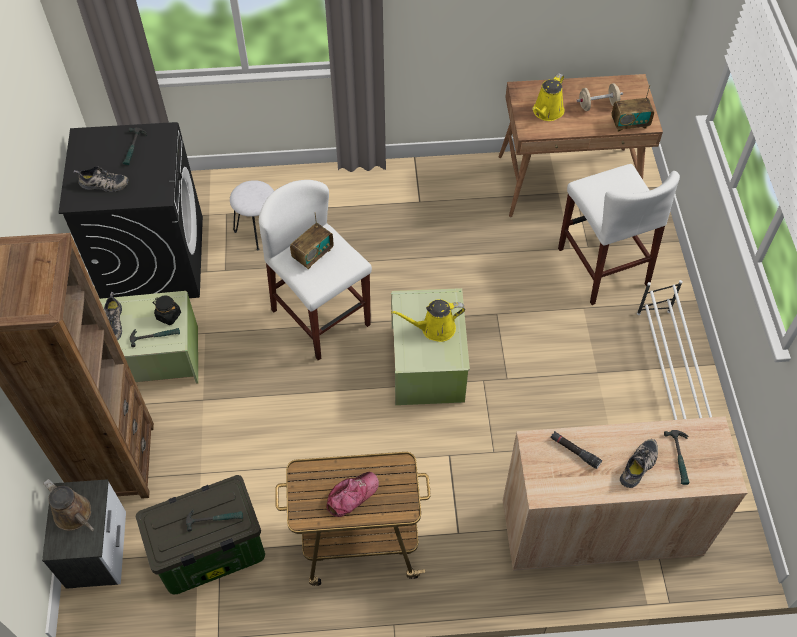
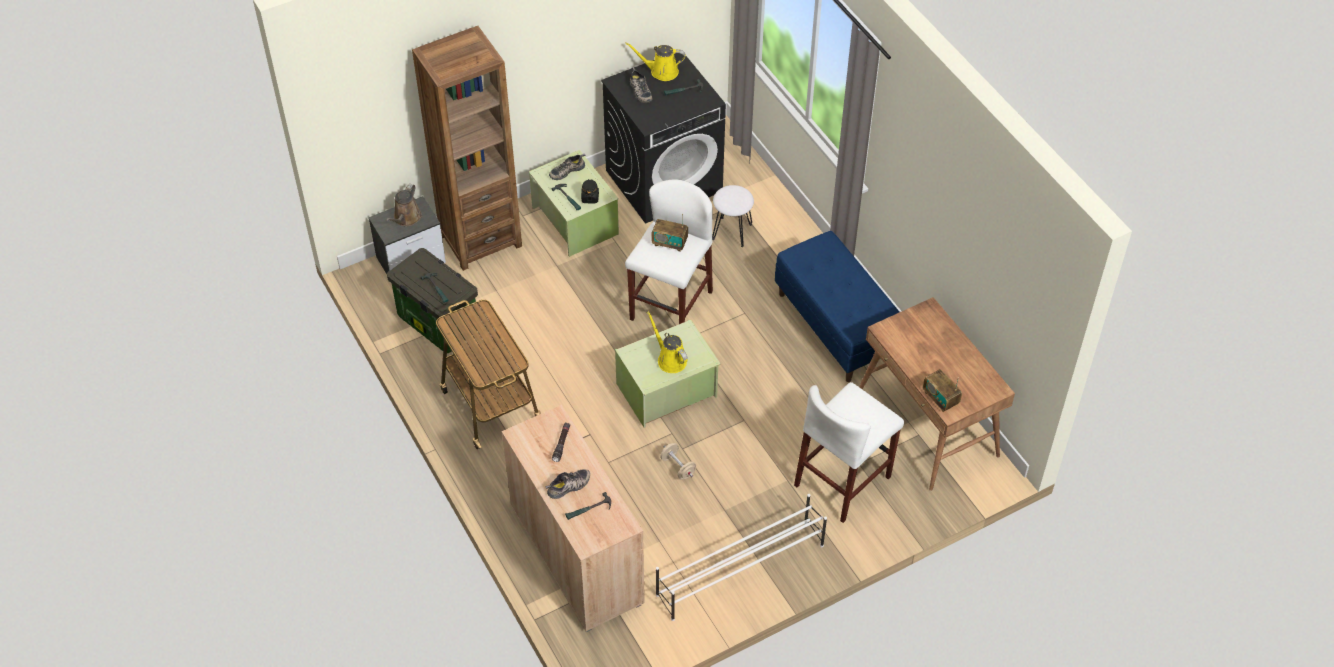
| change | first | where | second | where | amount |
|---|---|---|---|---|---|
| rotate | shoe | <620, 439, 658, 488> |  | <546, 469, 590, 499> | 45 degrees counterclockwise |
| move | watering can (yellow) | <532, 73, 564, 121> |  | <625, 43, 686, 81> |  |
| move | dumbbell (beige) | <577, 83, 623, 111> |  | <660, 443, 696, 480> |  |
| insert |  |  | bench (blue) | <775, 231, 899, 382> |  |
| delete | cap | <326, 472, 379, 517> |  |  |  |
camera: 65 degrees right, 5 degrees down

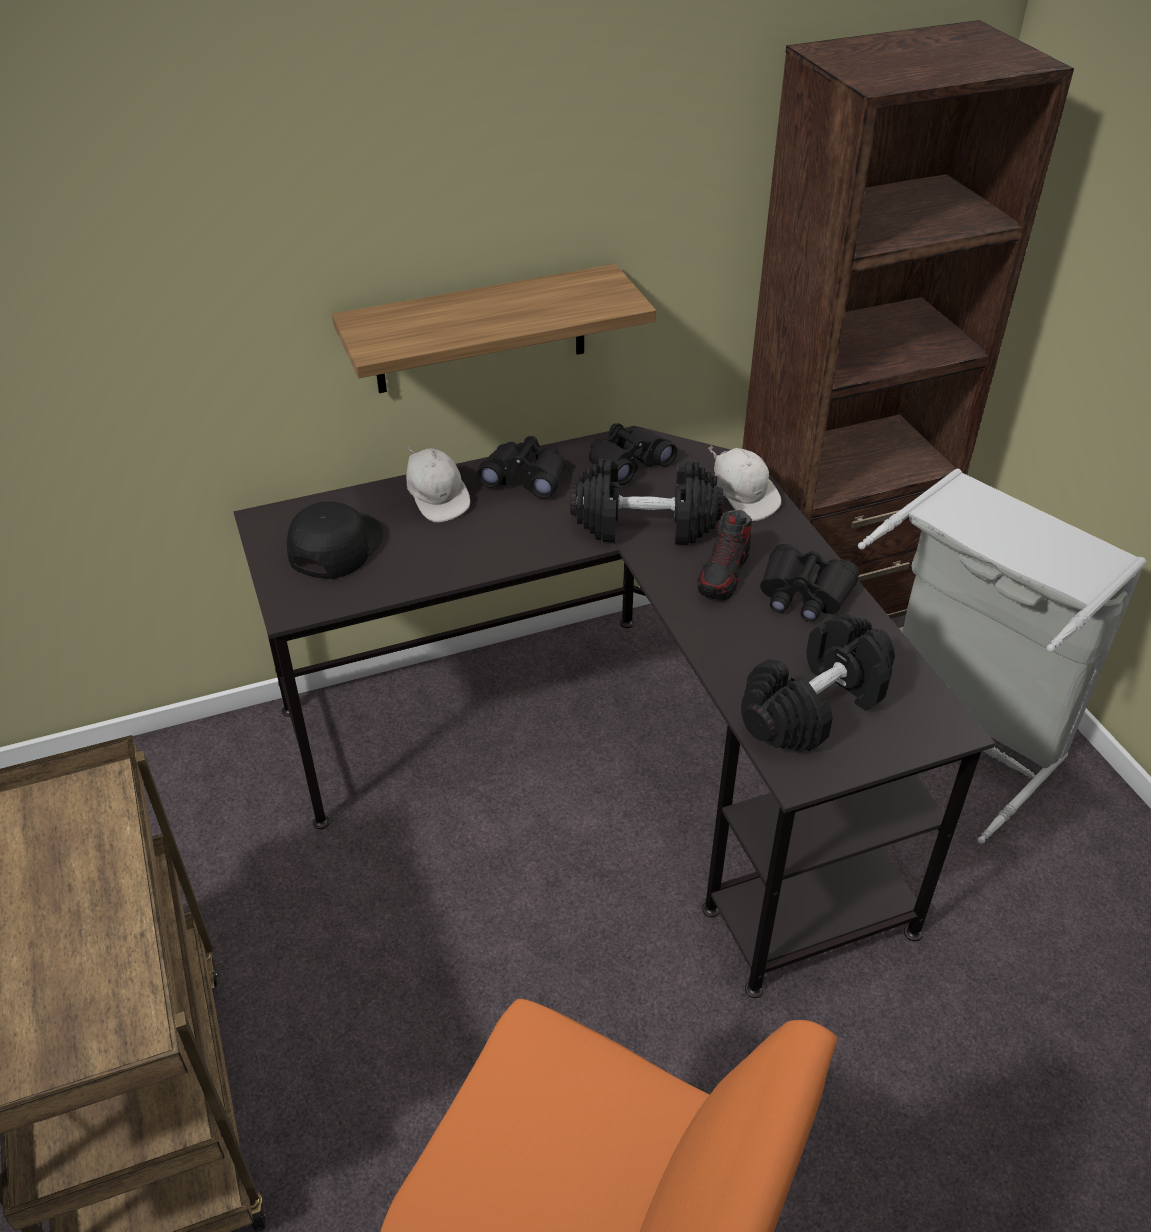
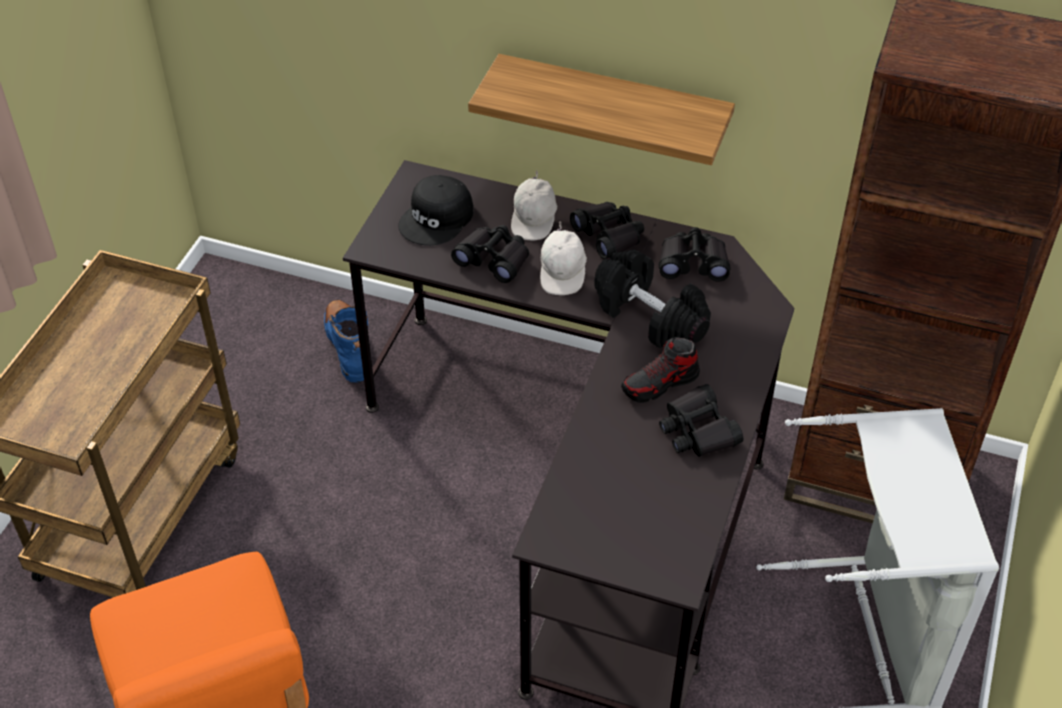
| change | first | where | second | where | amount |
|---|---|---|---|---|---|
| insert |  |  | boot (blue) | <324, 300, 368, 382> |  |
| rotate | cap (black) | <287, 501, 383, 579> |  | <398, 175, 473, 246> | 150 degrees clockwise |
| insert |  |  | binoculars (black) | <451, 225, 529, 283> |  |
| move | cap (white) | <708, 446, 781, 521> |  | <540, 221, 587, 295> |  |
| delete | dumbbell (black) | <741, 615, 895, 753> |  |  |  |
camera: 40 degrees right, 5 degrees up

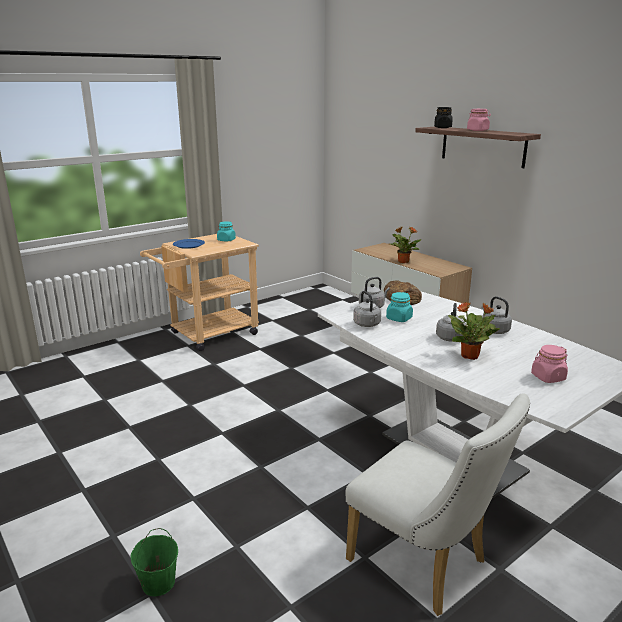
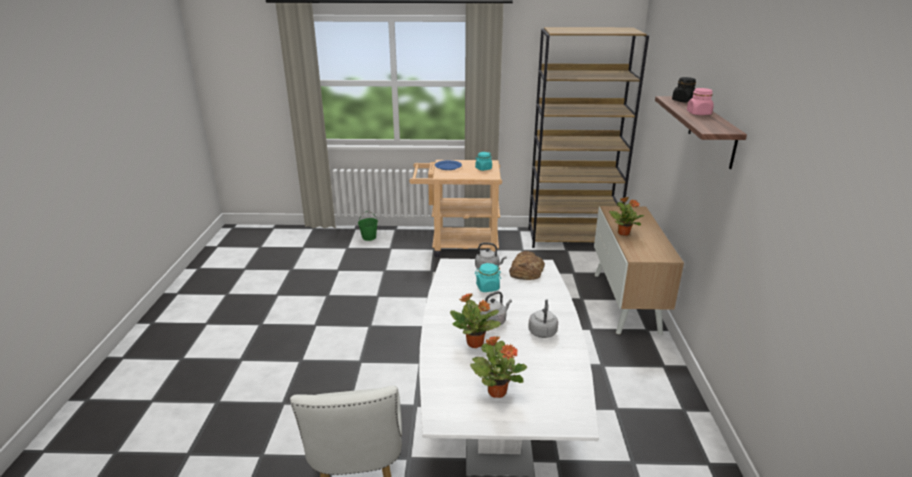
| change | first | where | second | where | amount |
|---|---|---|---|---|---|
| move | bucket (green) | <131, 528, 178, 596> |  | <358, 211, 378, 241> |  |
| replace | jar (pink) | <531, 345, 568, 383> | potted plant | <470, 336, 527, 398> |  |
| insert |  |  | bookcase (brown) | <528, 27, 649, 248> |  |
| delete | kettle (grey) | <353, 291, 381, 327> |  |  |  |
camera: 40 degrees right, 5 degrees up

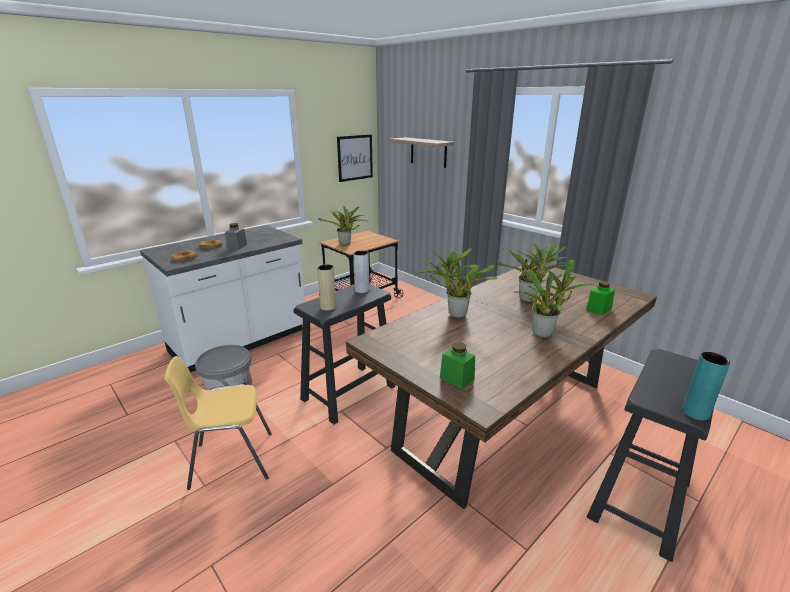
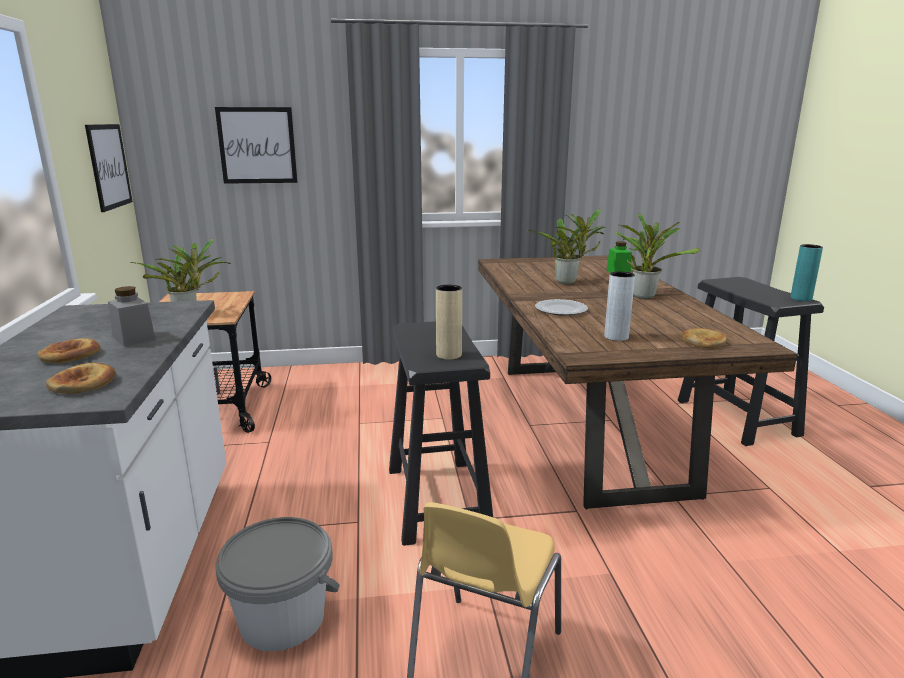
| change | first | where | second | where | amount |
|---|---|---|---|---|---|
| replace | shelf | <389, 137, 455, 168> | picture | <215, 107, 297, 184> |  |
| replace | potted plant | <415, 248, 497, 318> | plate | <535, 299, 588, 316> |  |
| move | vase (grey) | <353, 250, 370, 293> |  | <604, 271, 635, 341> |  |
| replace | jar (green) | <440, 342, 475, 389> | bread | <682, 328, 727, 349> |  |
camera: 55 degrees left, 5 degrees down

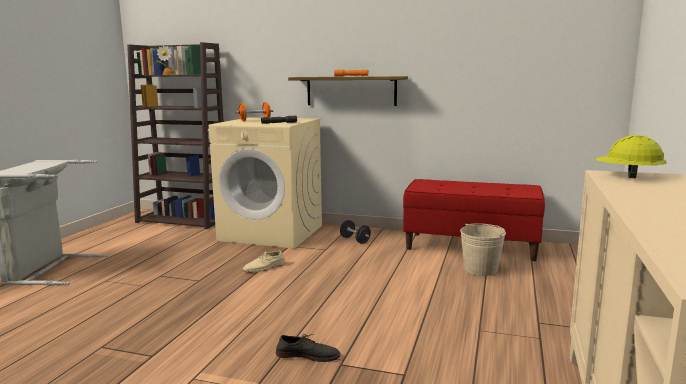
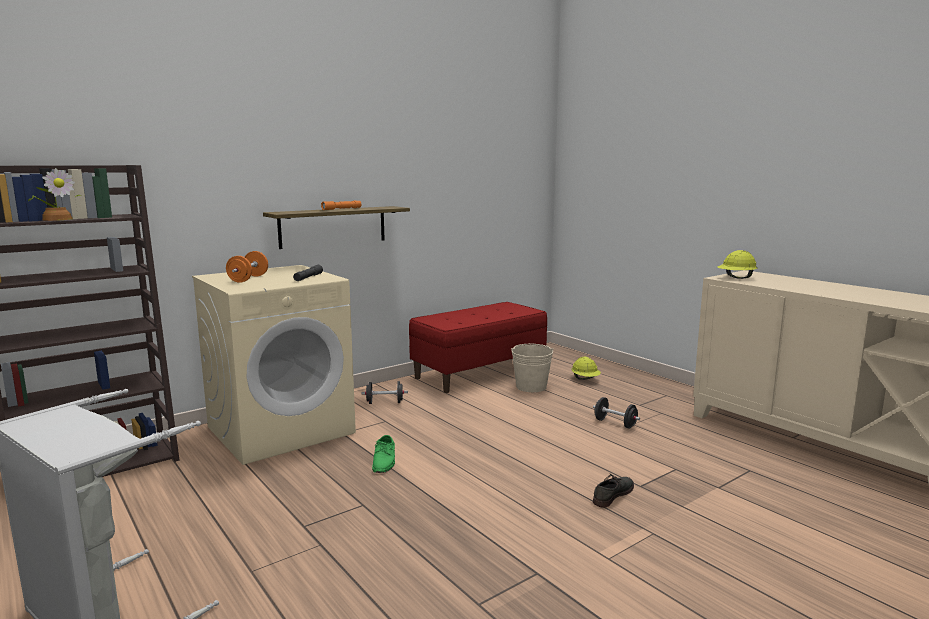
| change | first | where | second | where | amount |
|---|---|---|---|---|---|
| recolor | shoe (beige) | <243, 251, 285, 272> | shoe (green) | <372, 435, 395, 473> |  |
| insert |  |  | hard hat (yellow) | <571, 357, 601, 380> |  |
| insert |  |  | dumbbell (black) | <593, 397, 640, 429> |  |
camera: 55 degrees left, 0 degrees up

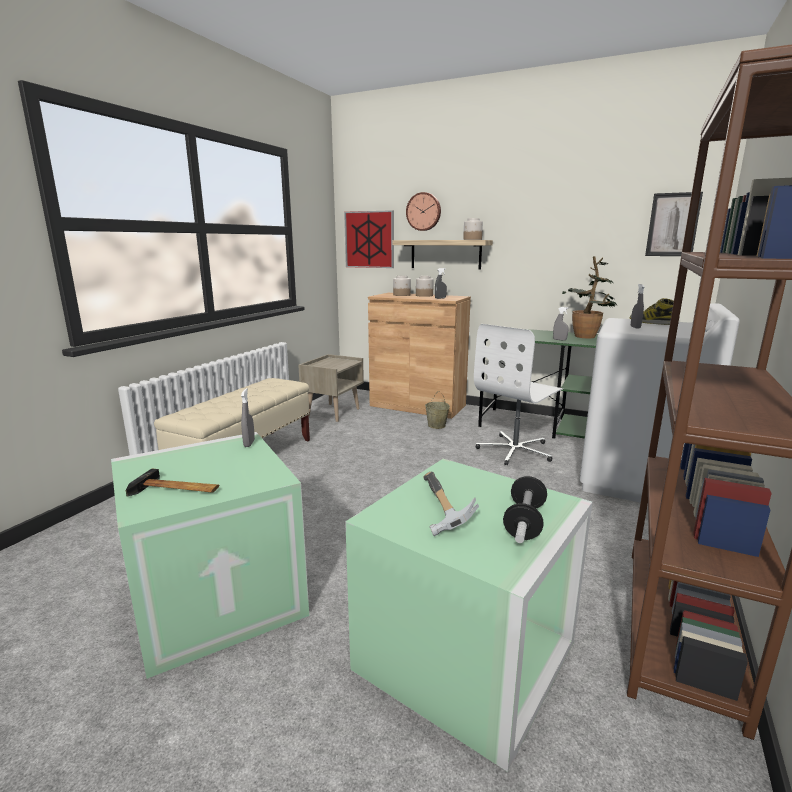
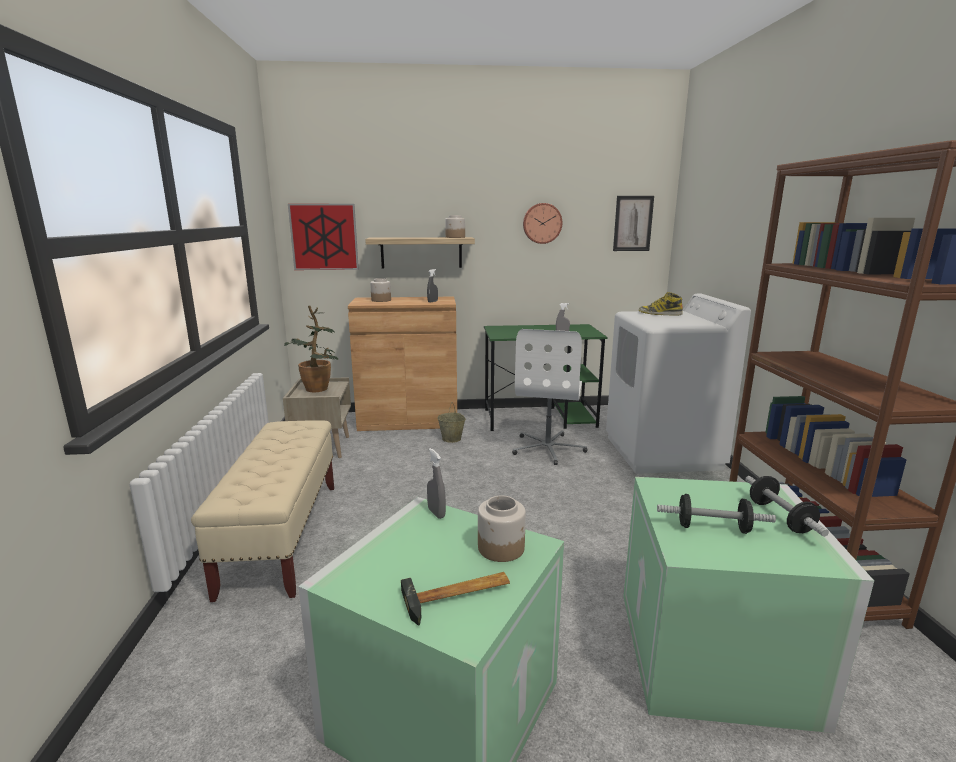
| change | first | where | second | where | amount |
|---|---|---|---|---|---|
| move | potted plant | <562, 256, 617, 338> |  | <284, 305, 339, 392> |  |
| move | jar | <416, 276, 434, 297> |  | <478, 495, 526, 562> |  |
| move | wall clock | <406, 192, 441, 231> |  | <523, 203, 563, 244> |  |
| replace | hammer | <423, 472, 479, 536> | dumbbell | <657, 494, 776, 534> |  |
| delete | spray bottle (grey) | <631, 284, 645, 329> |  |  |  |
camera: 30 degrees left, 0 degrees up

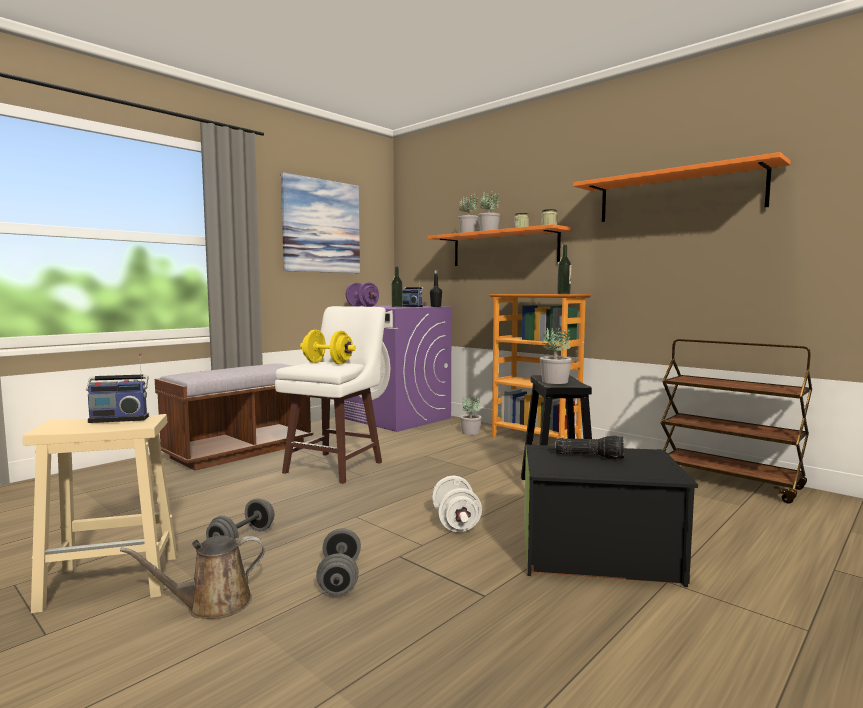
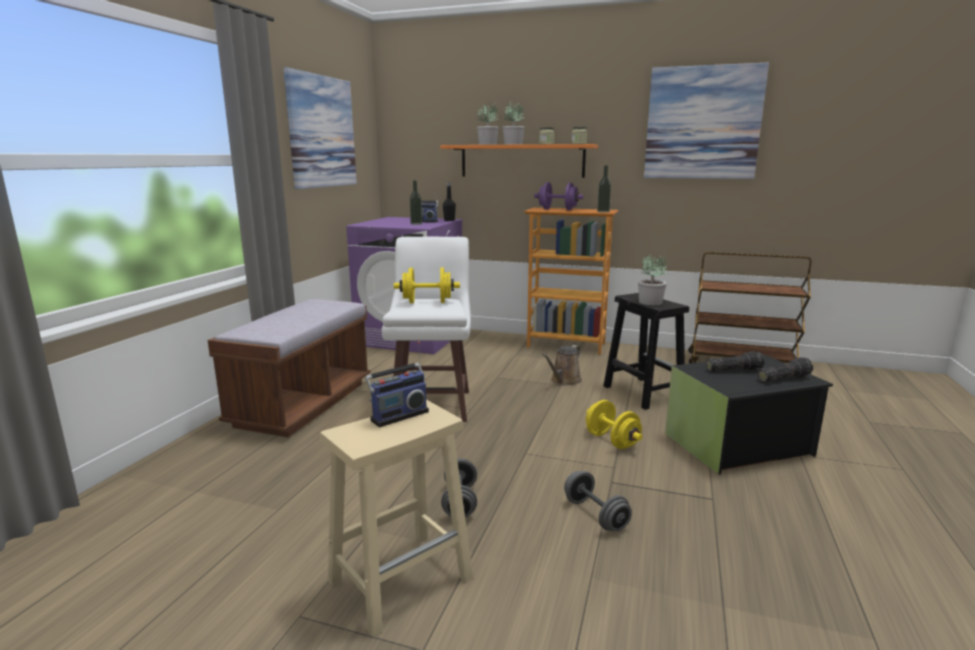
| change | first | where | second | where | amount |
|---|---|---|---|---|---|
| move | dumbbell (purple) | <346, 282, 379, 307> |  | <534, 182, 583, 210> |  |
| move | watering can (brown) | <120, 535, 265, 619> |  | <542, 345, 582, 386> |  |
| recolor | dumbbell (white) | <432, 476, 482, 532> | dumbbell (yellow) | <586, 400, 643, 449> |  |
| replace | shelf (orange) | <573, 152, 791, 222> | picture | <644, 63, 769, 179> |  |
| insert |  |  | flashlight | <758, 357, 813, 382> |  |
| delete | potted plant | <460, 396, 482, 435> |  |  |  |
camera: 25 degrees left, 10 degrees up

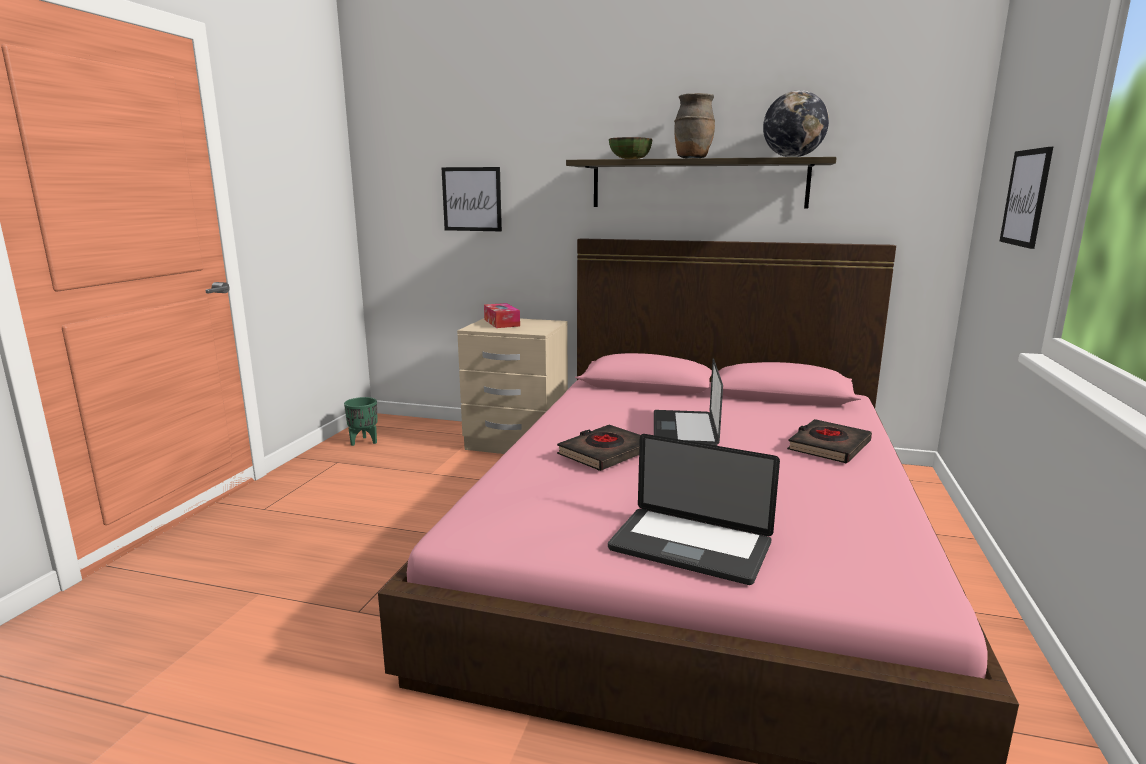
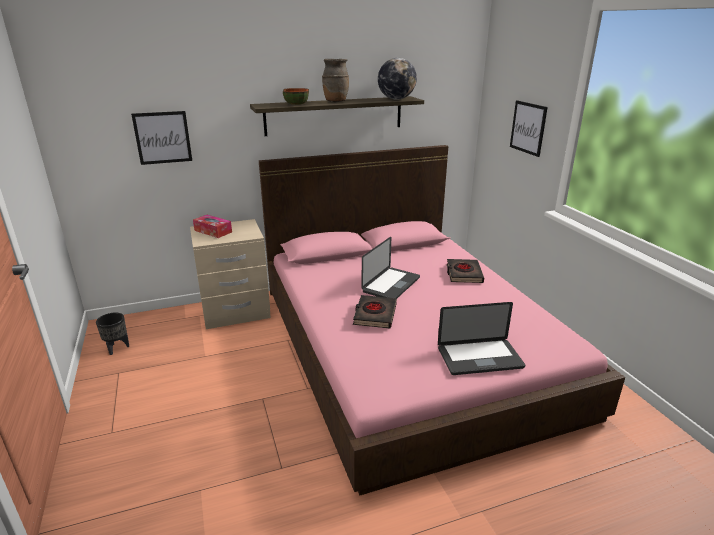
| change | first | where | second | where | amount |
|---|---|---|---|---|---|
| recolor | planter (green) | <344, 397, 378, 446> | planter (black) | <96, 313, 129, 355> |  |
| rotate | laptop | <654, 358, 723, 446> |  | <362, 237, 420, 299> | 120 degrees counterclockwise |
camera: 35 degrees left, 10 degrees up

